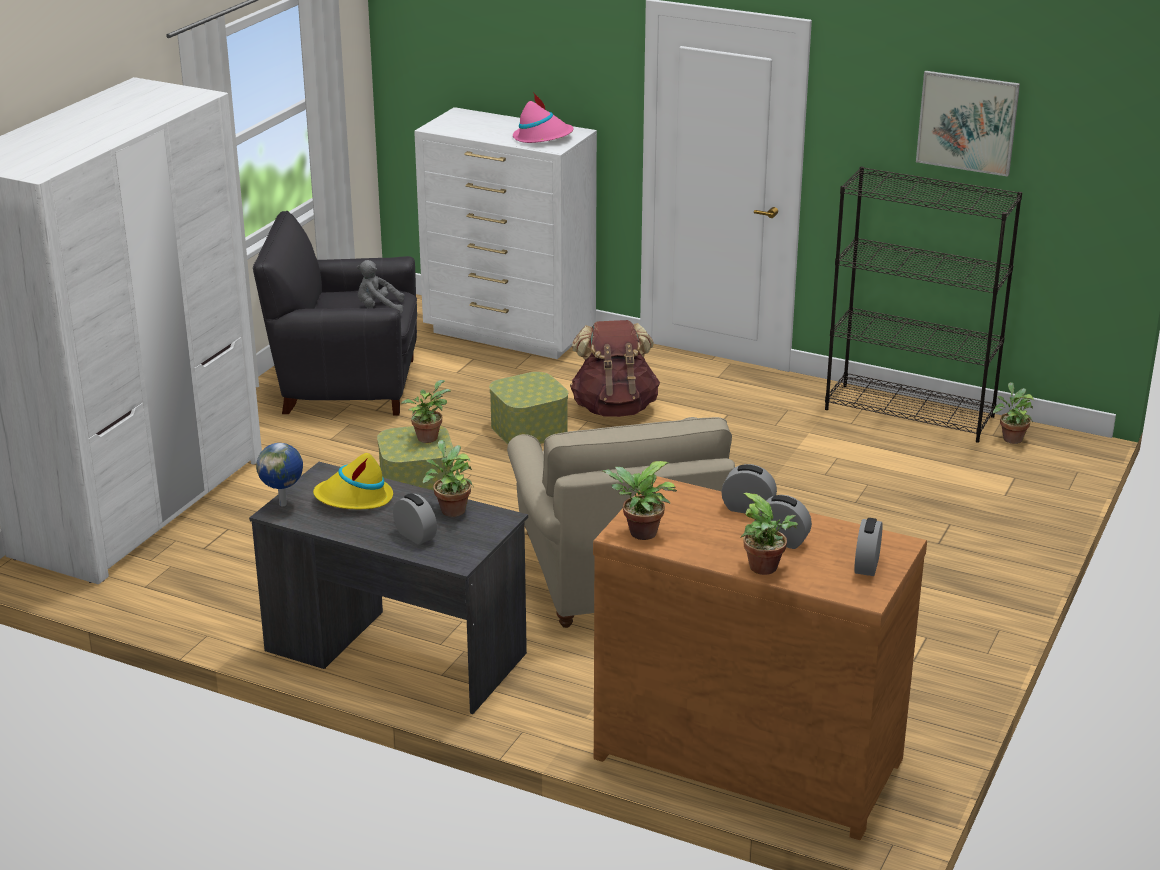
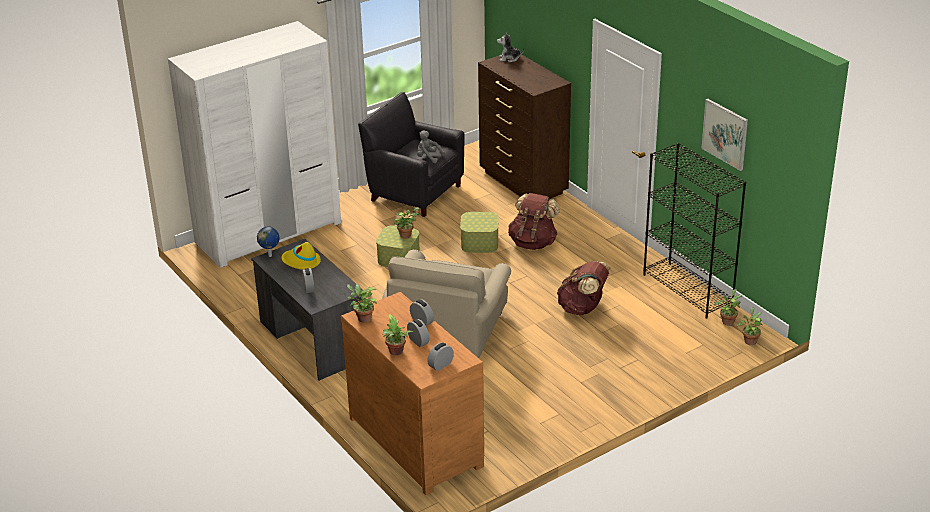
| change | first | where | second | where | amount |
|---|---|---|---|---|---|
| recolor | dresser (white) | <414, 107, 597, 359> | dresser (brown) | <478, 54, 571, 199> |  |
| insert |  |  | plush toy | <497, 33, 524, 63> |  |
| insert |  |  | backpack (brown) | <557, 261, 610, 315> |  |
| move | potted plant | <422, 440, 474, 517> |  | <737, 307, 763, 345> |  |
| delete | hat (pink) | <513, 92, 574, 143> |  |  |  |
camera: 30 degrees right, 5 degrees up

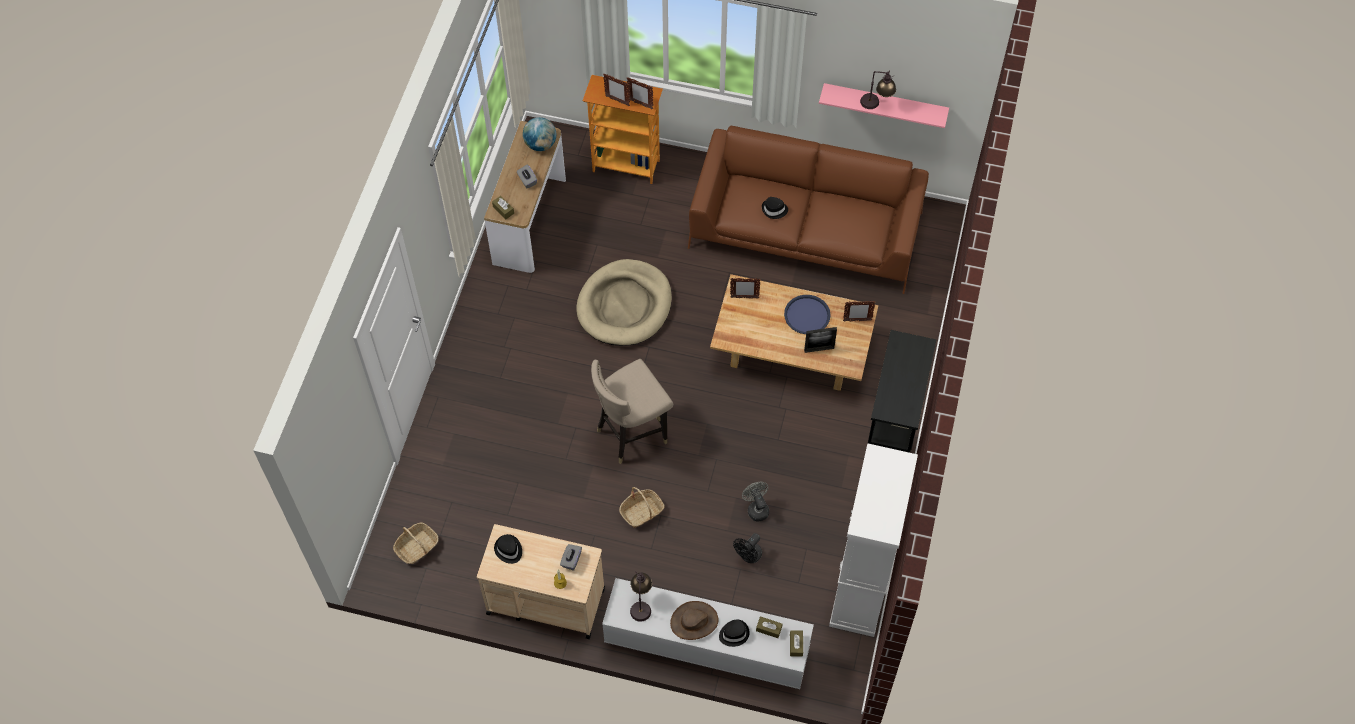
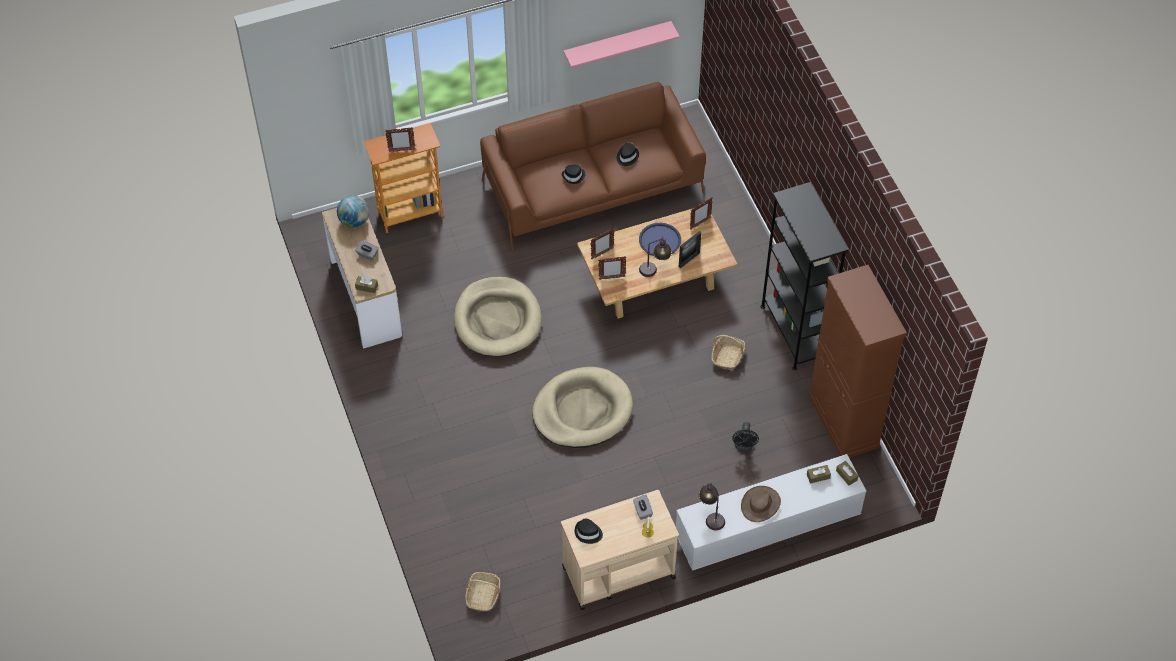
| change | first | where | second | where | amount |
|---|---|---|---|---|---|
| replace | stool (beige) | <591, 359, 673, 464> | dog bed (beige) | <532, 367, 633, 448> |  |
| move | picture frame | <627, 77, 653, 109> |  | <598, 256, 626, 280> |  |
| move | hat (black) | <719, 619, 749, 647> |  | <616, 143, 639, 166> |  |
| move | table lamp | <860, 70, 896, 109> |  | <639, 237, 672, 277> |  |
| move | basket | <619, 487, 665, 528> |  | <712, 335, 745, 371> |  |
| recolor | cabinet (white) | <829, 443, 918, 637> | cabinet (brown) | <808, 265, 907, 458> |  |
| delete | fan (grey) | <742, 482, 769, 521> |  |  |  |
camera: 35 degrees left, 5 degrees down

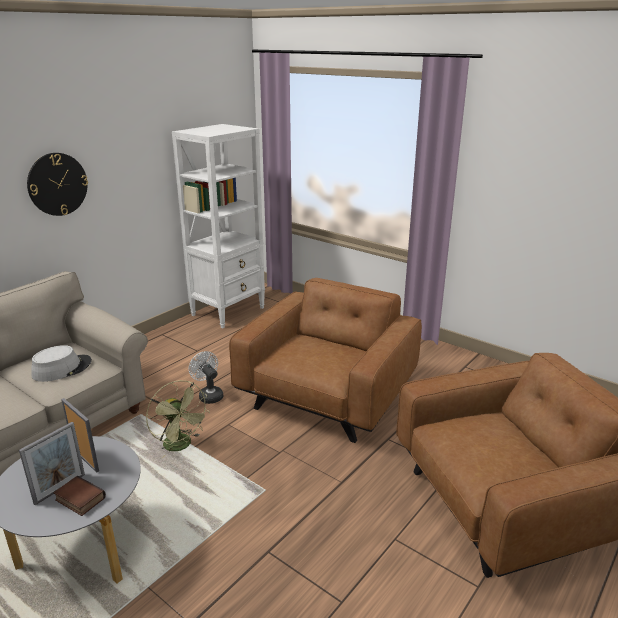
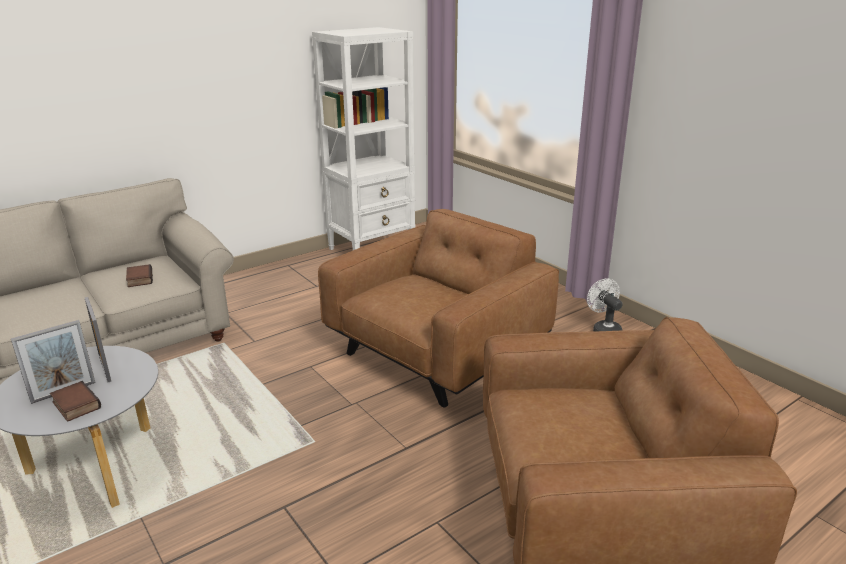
| change | first | where | second | where | amount |
|---|---|---|---|---|---|
| replace | hat (grey) | <31, 345, 92, 382> | book | <126, 264, 153, 287> |  |
| move | fan (white) | <189, 351, 223, 404> |  | <587, 278, 623, 332> |  |
| delete | wall clock | <27, 153, 88, 216> |  |  |  |
| delete | fan (green) | <146, 380, 210, 459> |  |  |  |
camera: 15 degrees right, 0 degrees up

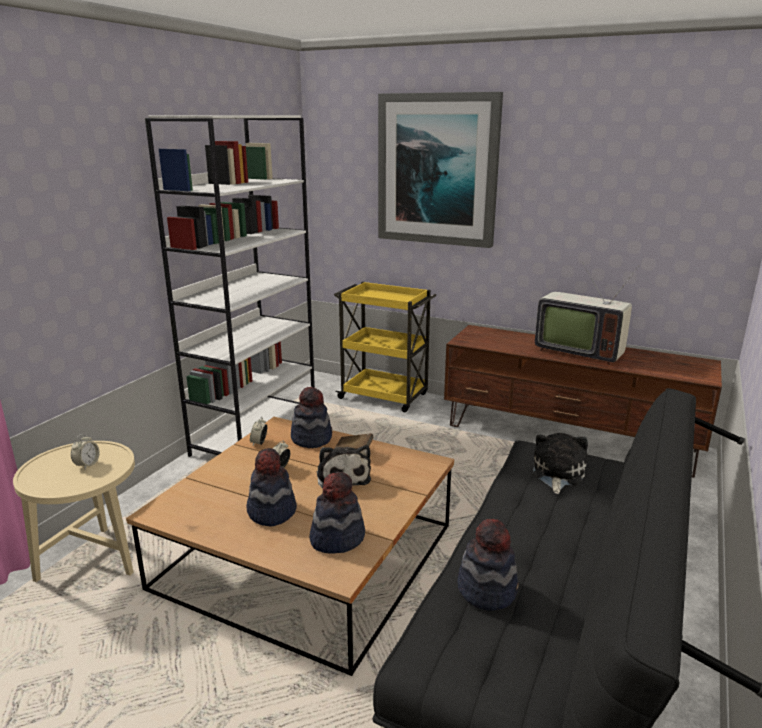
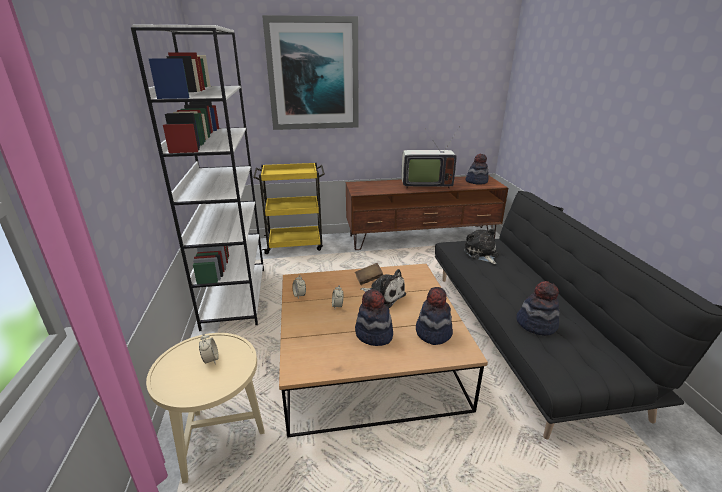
| change | first | where | second | where | amount |
|---|---|---|---|---|---|
| move | hat | <291, 387, 332, 448> |  | <465, 154, 488, 184> |  |
camera: 35 degrees left, 5 degrees up

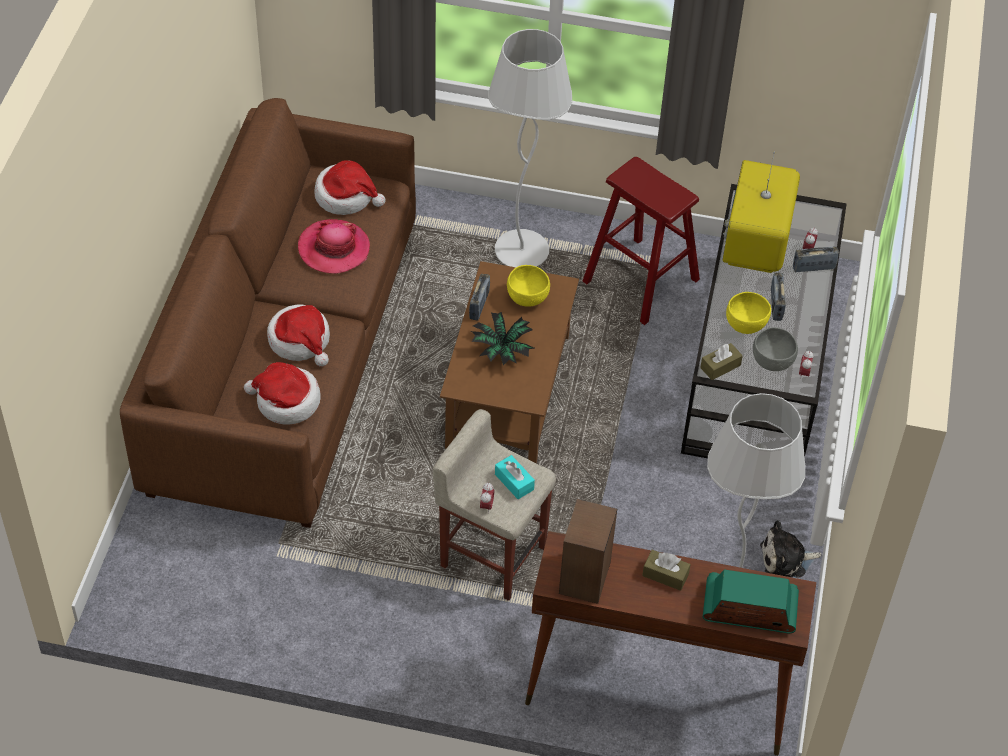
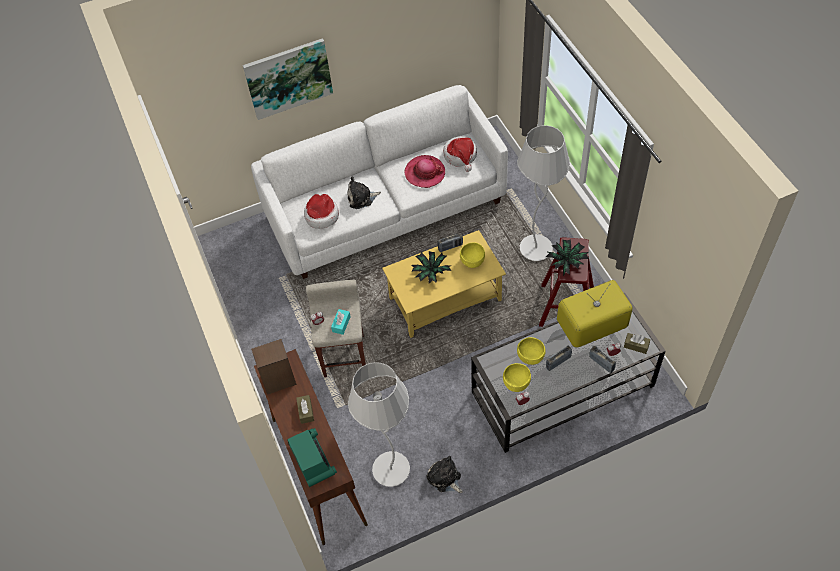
| change | first | where | second | where | amount |
|---|---|---|---|---|---|
| insert |  |  | picture | <243, 38, 333, 120> |  |
| recolor | sofa (brown) | <120, 98, 416, 528> | sofa (white) | <251, 85, 508, 279> |  |
| replace | hat | <267, 304, 330, 367> | plush toy | <347, 177, 381, 209> |  |
| recolor | coffee table (brown) | <440, 261, 579, 463> | coffee table (yellow) | <382, 230, 506, 338> |  |
| recolor | bowl (grey) | <753, 327, 798, 371> | bowl (yellow) | <503, 363, 531, 392> |  |
| insert |  |  | potted plant | <546, 240, 589, 276> |  |
| move | tissue box (brown) | <700, 343, 743, 380> |  | <624, 333, 650, 354> |  |
camera: 60 degrees right, 5 degrees up

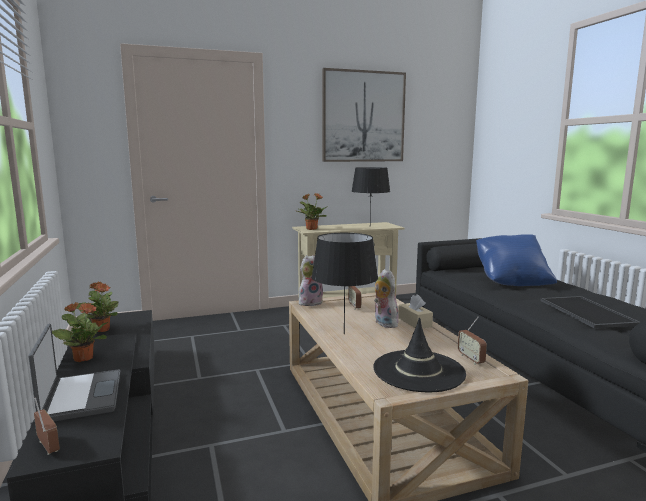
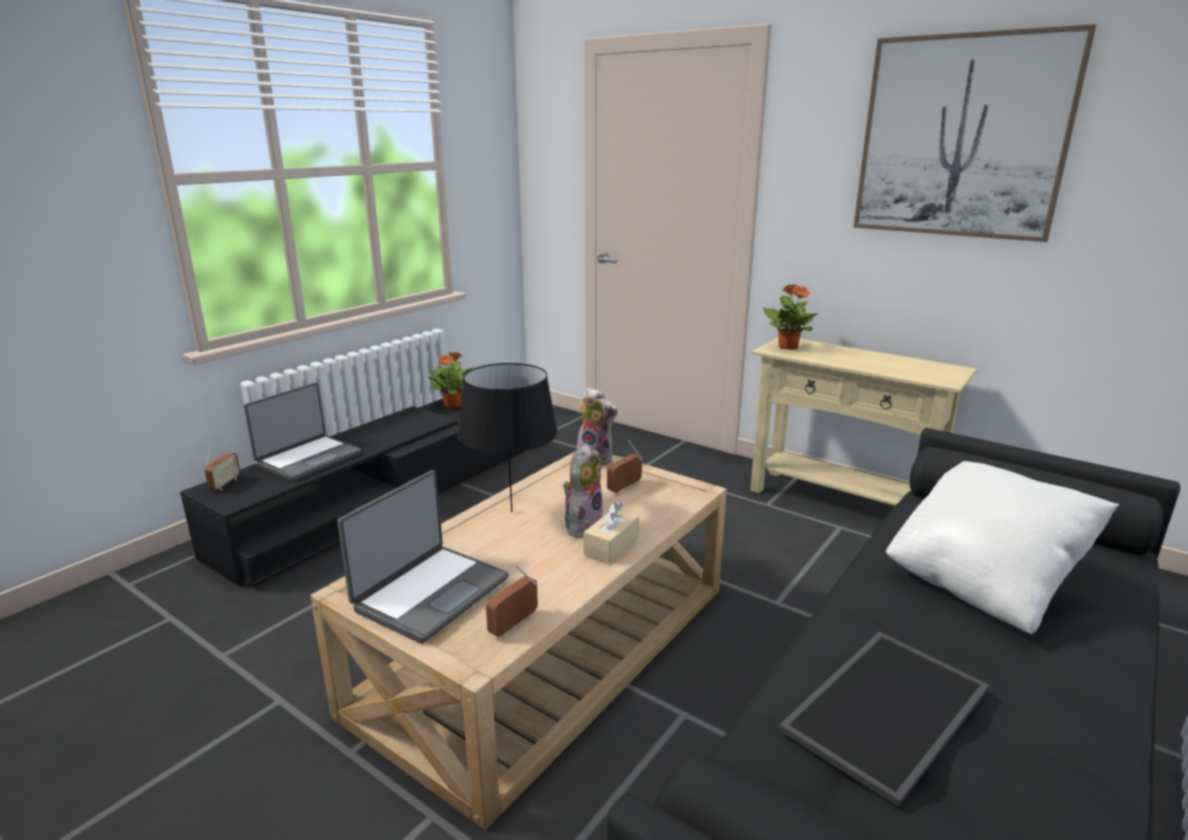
| change | first | where | second | where | amount |
|---|---|---|---|---|---|
| replace | hat (black) | <373, 318, 466, 393> | laptop | <337, 470, 509, 644> |  |
| recolor | pillow (blue) | <476, 234, 557, 286> | pillow (white) | <886, 461, 1119, 634> |  |
| delete | potted plant | <52, 302, 108, 362> |  |  |  |
| delete | table lamp (black) | <351, 167, 390, 221> |  |  |  |
camera: 55 degrees right, 10 degrees up

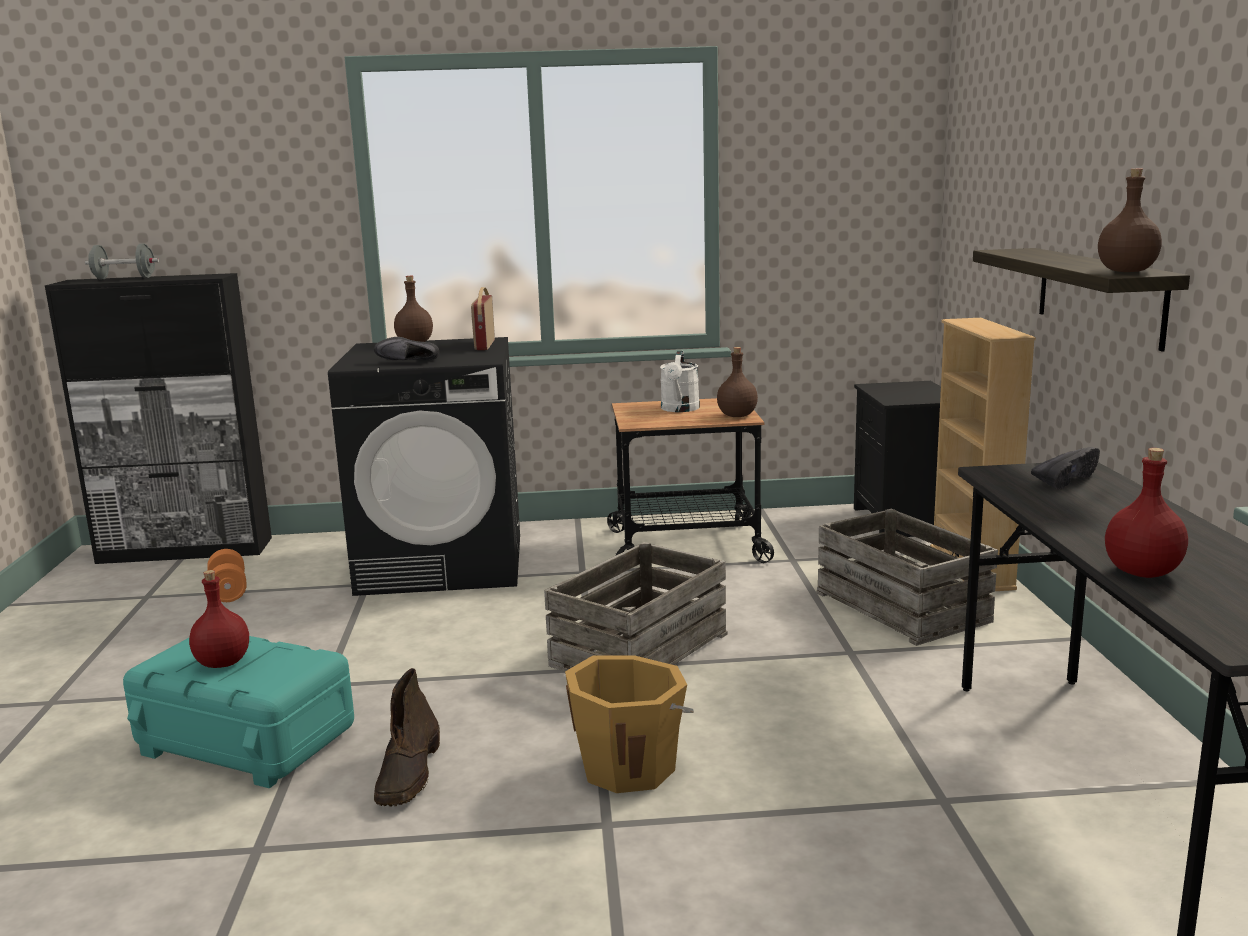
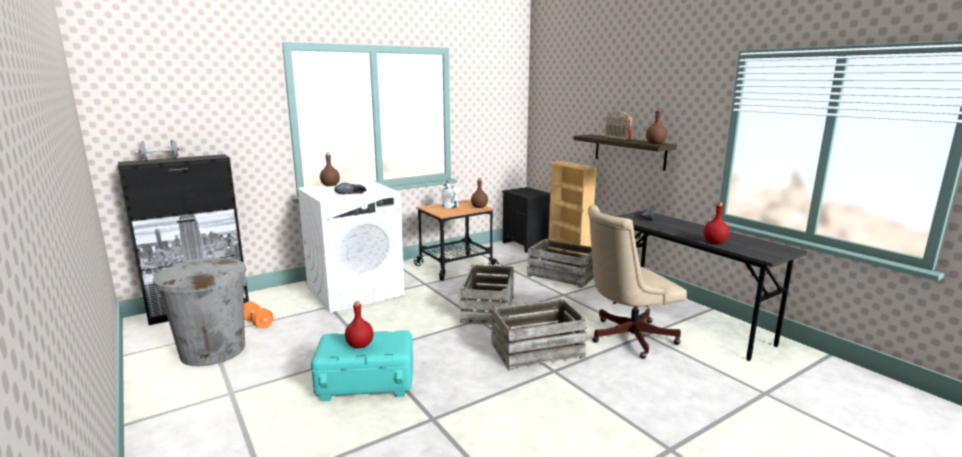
| change | first | where | second | where | amount |
|---|---|---|---|---|---|
| insert |  |  | trash can (grey) | <153, 257, 246, 366> |  |
| recolor | washing machine (black) | <328, 337, 520, 596> | washing machine (white) | <297, 180, 404, 313> |  |
| replace | bucket (orange) | <565, 655, 694, 793> | crate | <491, 299, 588, 371> |  |
| insert |  |  | office chair (beige) | <588, 205, 687, 359> |  |
| move | radio | <471, 287, 495, 350> |  | <605, 112, 633, 140> |  |
| delete | boot (brown) | <374, 668, 440, 807> |  |  |  |
camera: 30 degrees left, 0 degrees up

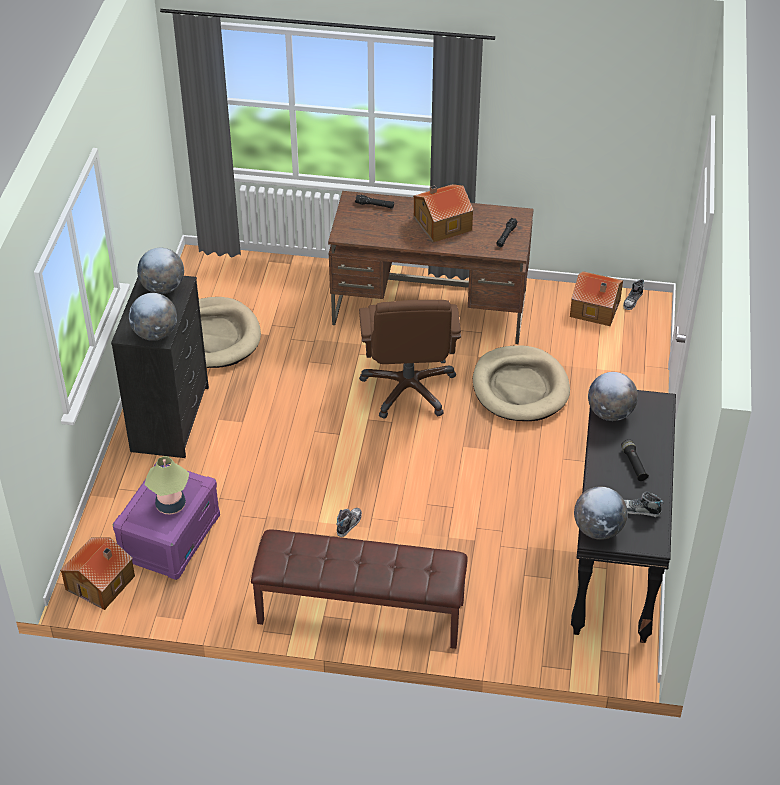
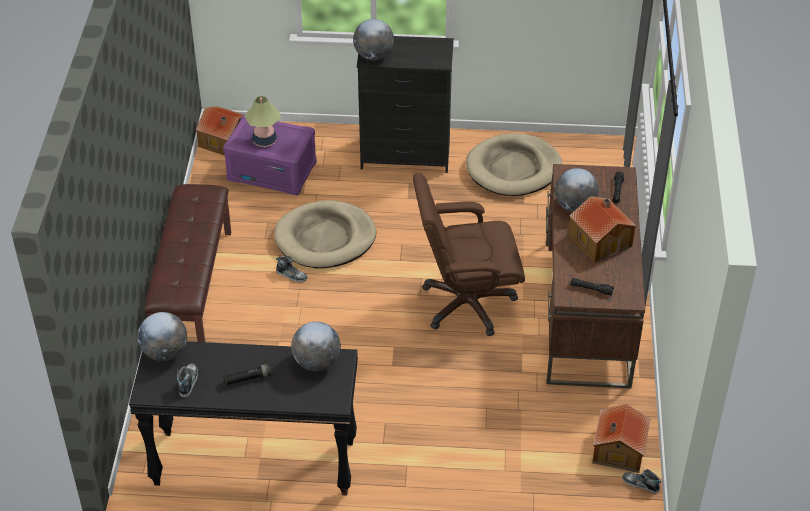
| change | first | where | second | where | amount |
|---|---|---|---|---|---|
| move | dog bed (beige) | <473, 345, 570, 421> |  | <274, 200, 376, 268> |  |
| move | globe | <137, 248, 184, 294> |  | <555, 168, 599, 212> |  |
camera: 85 degrees right, 0 degrees up

